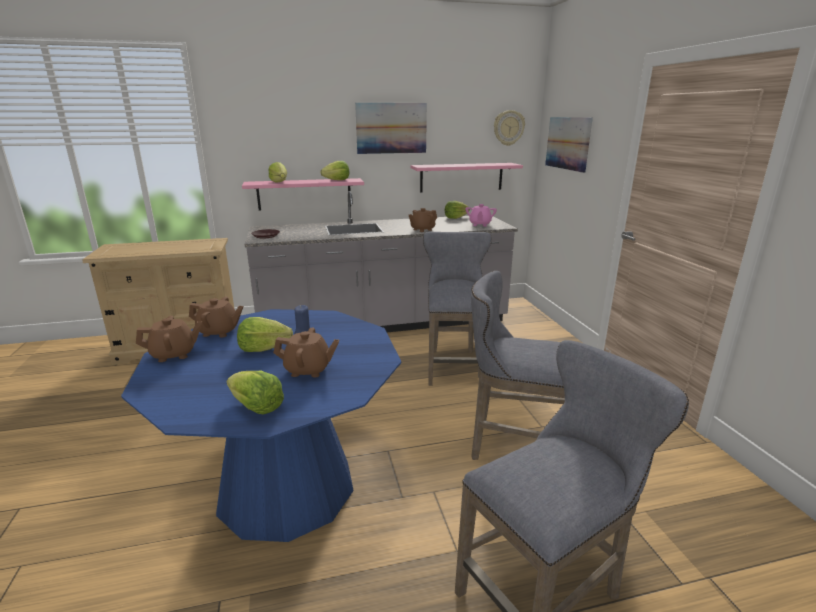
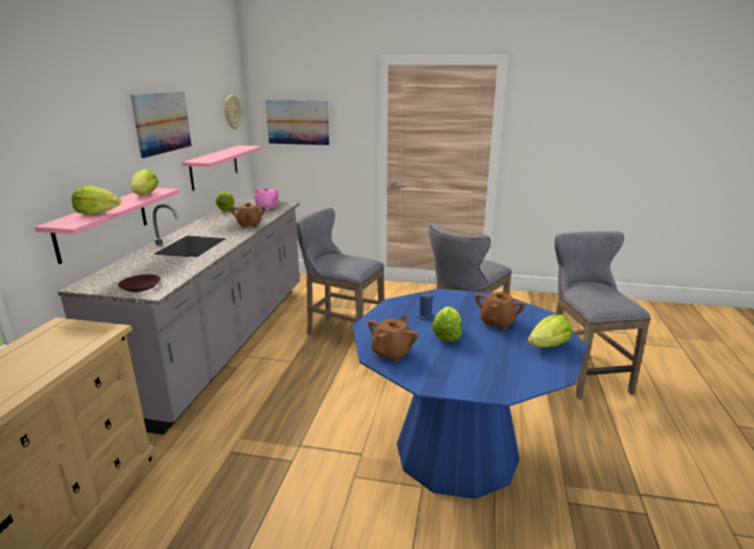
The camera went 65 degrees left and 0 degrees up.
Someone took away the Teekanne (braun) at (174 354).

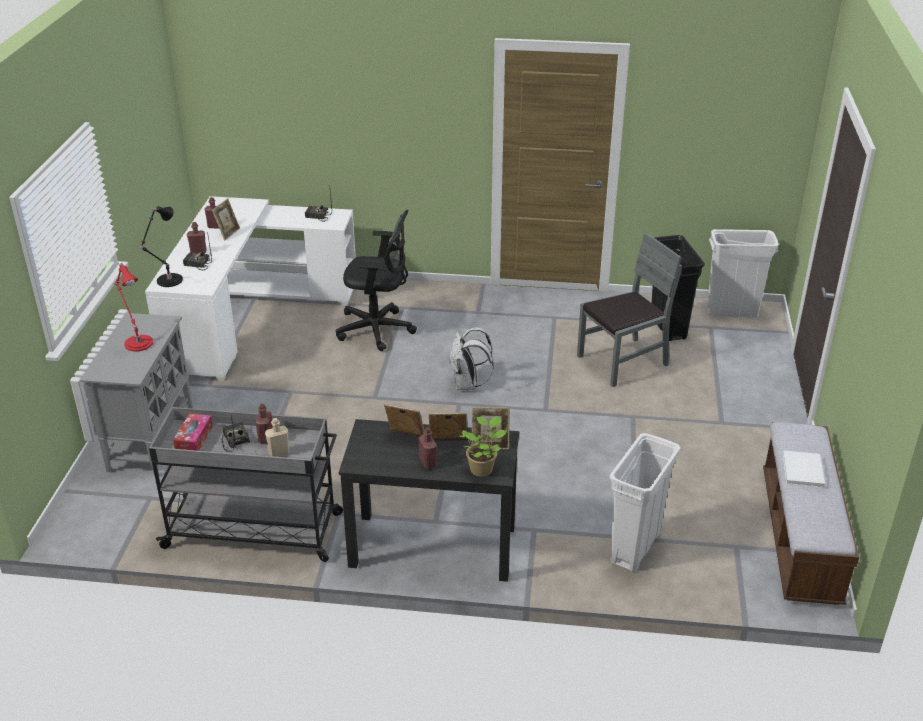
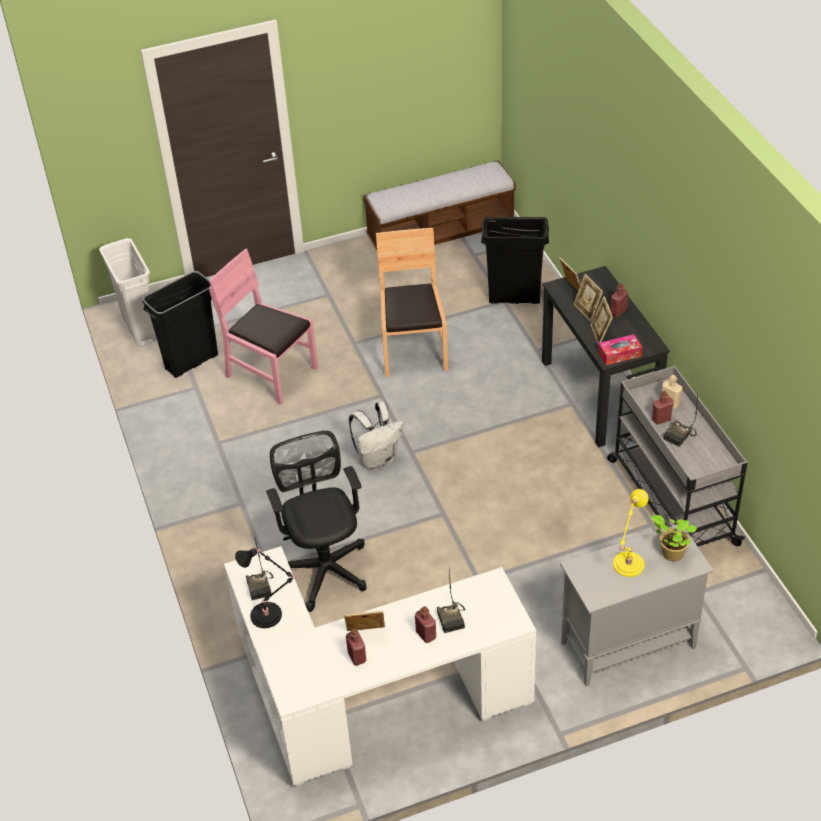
The camera went 115 degrees left and 10 degrees up.
Someone repainted the Tischlampe (rot) at (138 342), which became the Tischlampe (gelb) at (627 566).
Someone carried the Tischlampe (schwarz) from (168 281) to (269 615).
Someone carried the Taschentuchbox from (194 439) to (619 354).
Someone carried the Topfpflanze from (482 469) to (671 553).
Someone repainted the Stuhl (grau) at (623 361), which became the Stuhl (rosa) at (271 373).
Someone repainted the Mülleimer (weiß) at (634 548), which became the Mülleimer (schwarz) at (514 297).
Someone took away the Buch (weiß) at (804 469).
Someone put down the Stuhl (braun) at (413 350).

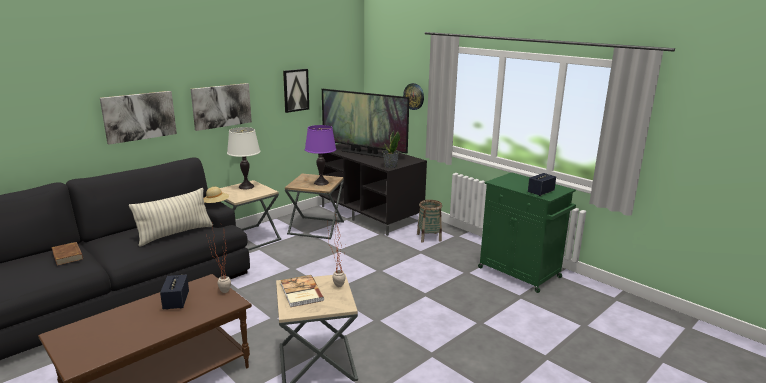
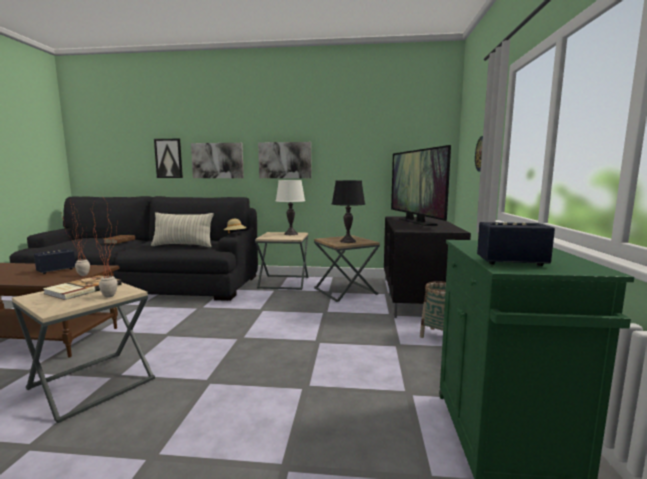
The camera went 50 degrees right and 10 degrees down.
Someone carried the Bild from (295 90) to (169 158).
Someone repainted the Tischlampe (lila) at (321 183), which became the Tischlampe (schwarz) at (348 241).
Someone took away the Topfpflanze at (390 166).

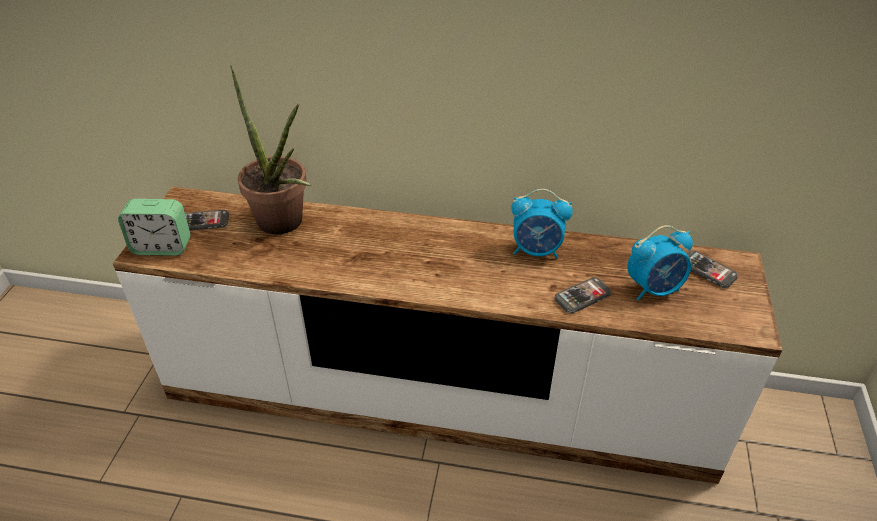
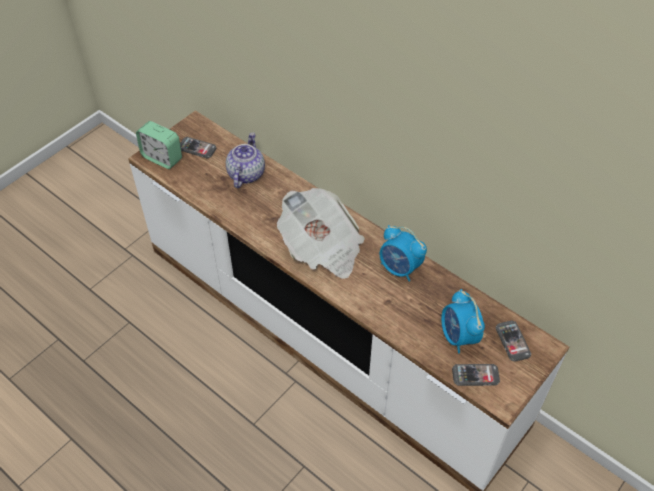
The camera went 30 degrees right and 10 degrees up.
Someone swapped the Topfpflanze at (285 226) for the Teekanne at (245 174).
Someone carried the Handy from (582 296) to (475 375).
Someone rotated the Wecker at (654 289) by 60 degrees clockwise.
Someone put down the Zeitung at (322 248).

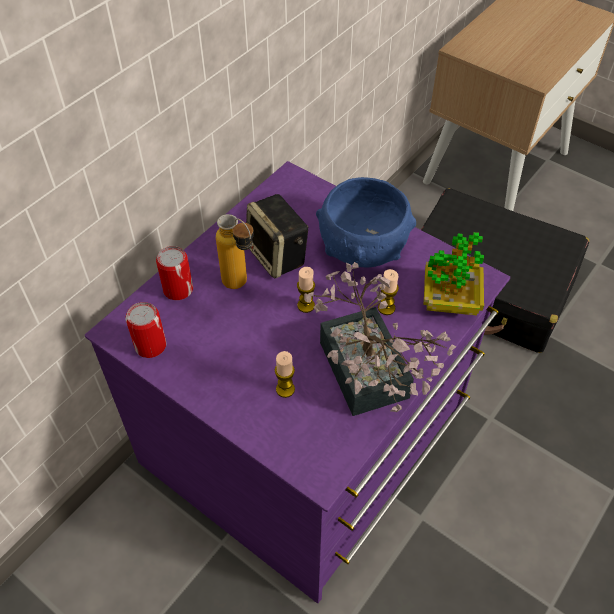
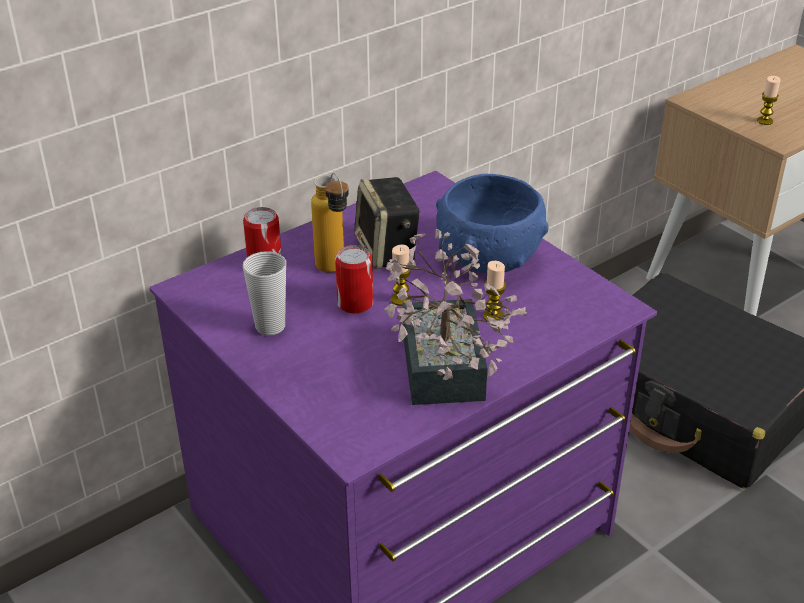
The camera went 15 degrees right and 15 degrees down.
Someone carried the Dose from (150 345) to (355 304).
Someone carried the Kerze from (285 389) to (764 121).
Someone took away the Topfpflanze at (450 301).
Someone put down the Tasse at (270 326).

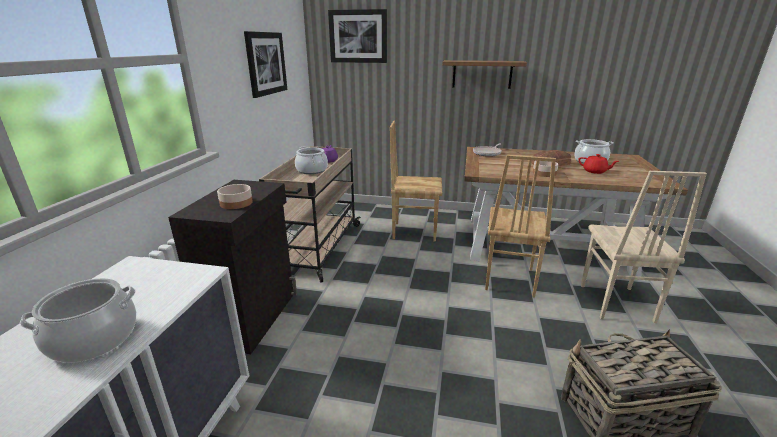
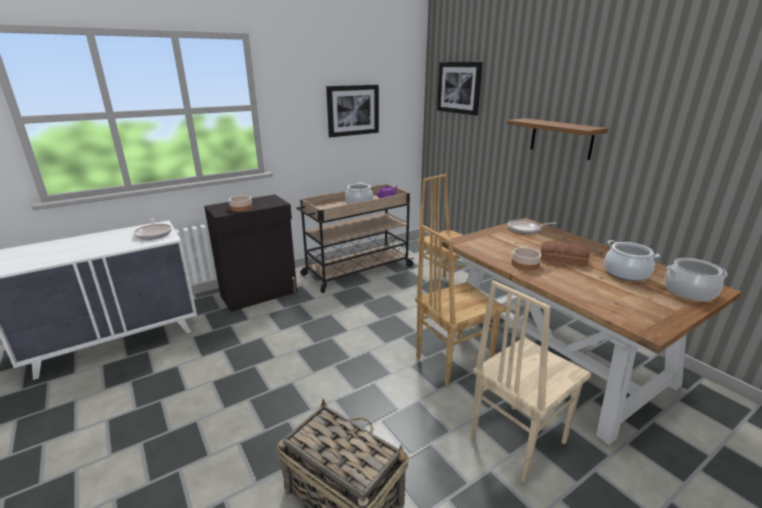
The camera went 45 degrees right and 0 degrees up.
Someone carried the Kochtopf from (94 339) to (689 292).
Someone took away the Teekanne (rot) at (595 171).
Someone put down the Pfanne at (154 233).

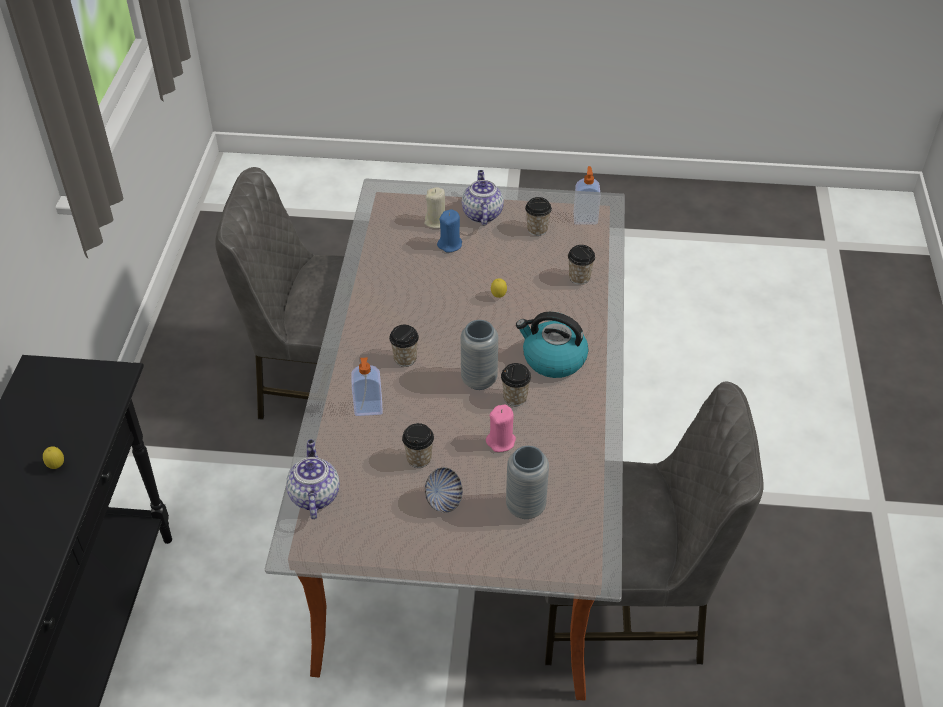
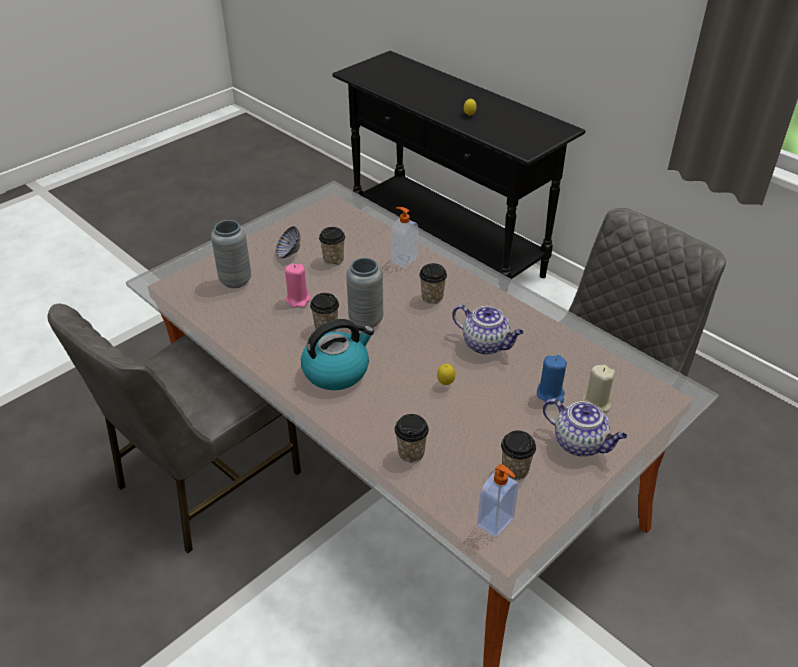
The camera went 130 degrees right and 5 degrees down.
Someone carried the Teekanne from (314 495) to (486 344).

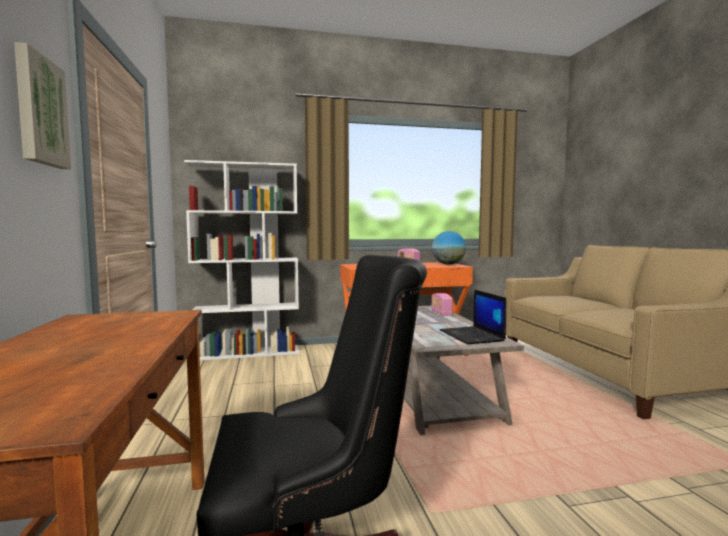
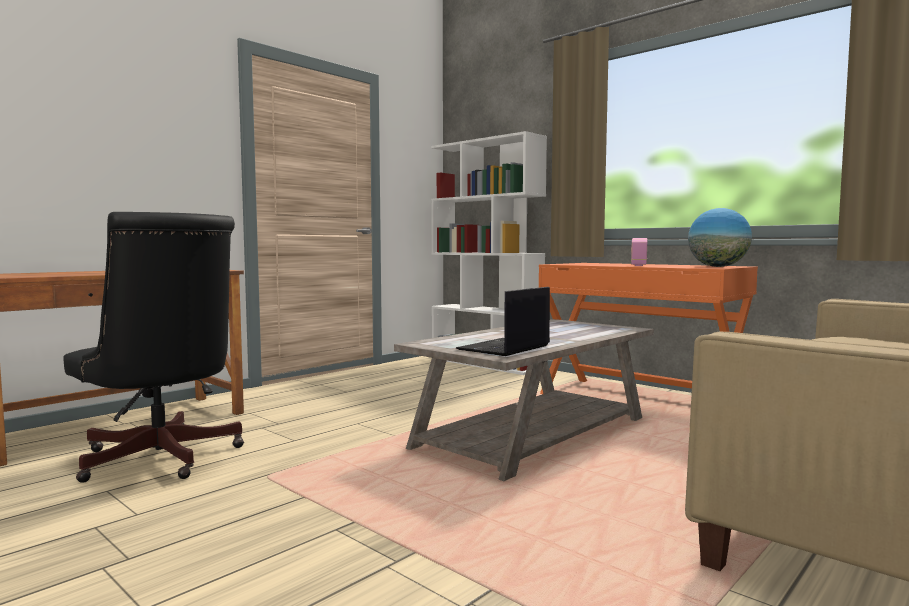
The camera went 55 degrees right and 0 degrees up.
Someone took away the Bild at (39 111).
Someone took away the Radio at (441 313).

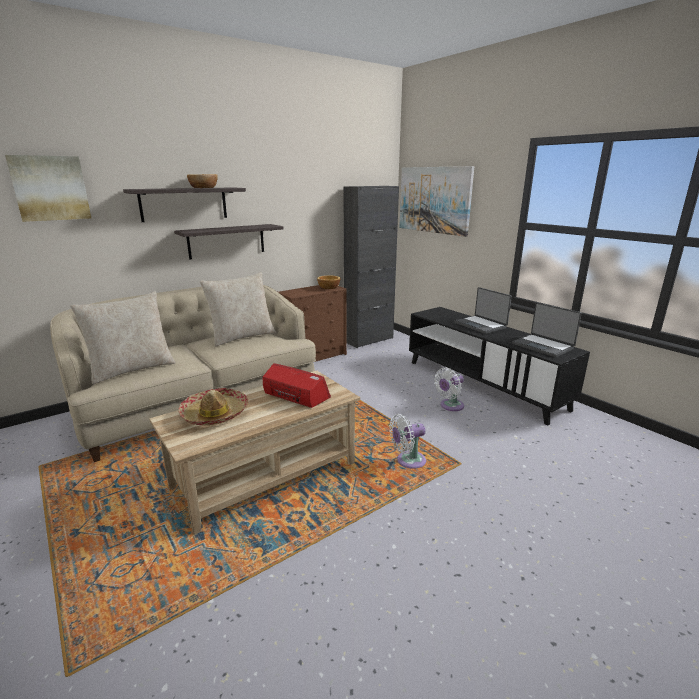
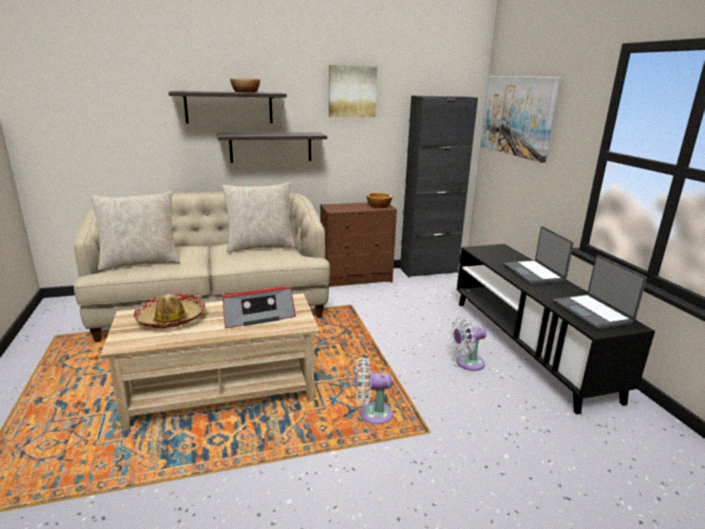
The camera went 20 degrees right and 0 degrees up.
Someone carried the Bild from (50 188) to (352 91).
Someone rotated the Radio at (295 396) by 105 degrees clockwise.

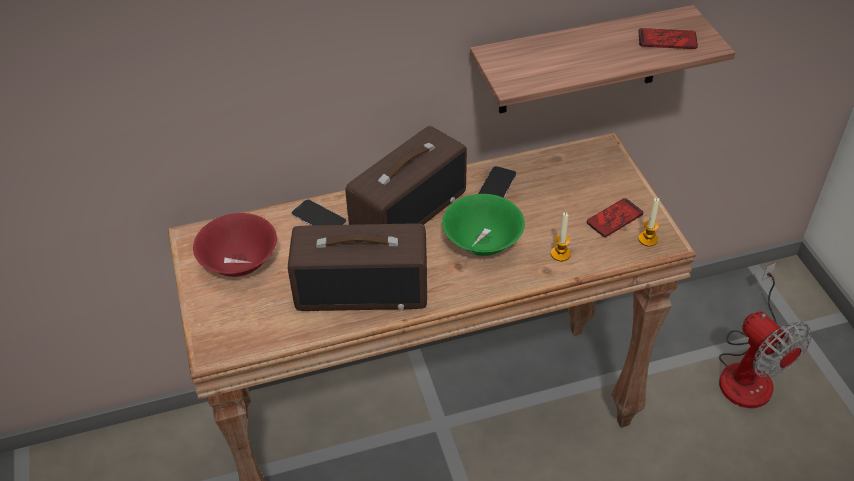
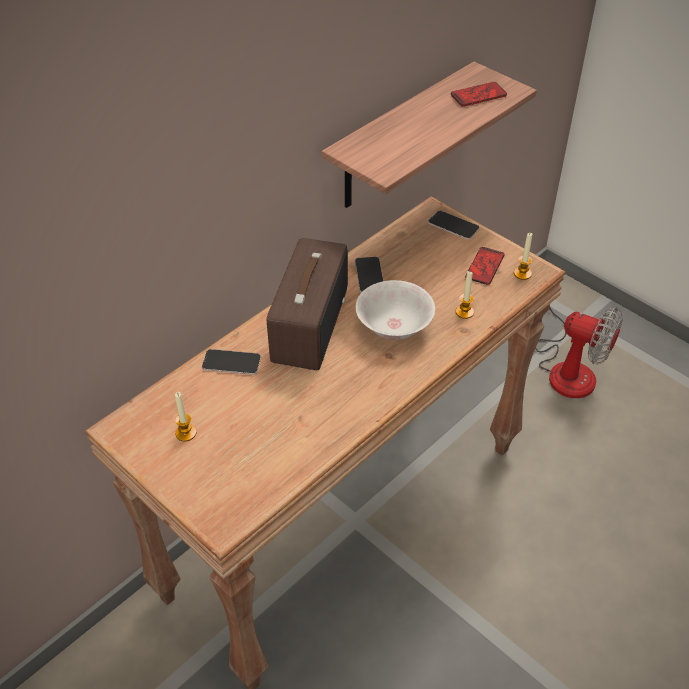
The camera went 30 degrees left and 0 degrees up.
Someone swapped the Schüssel (rot) at (239 262) for the Kerze at (186 433).
Someone took away the Radio at (363 289).
Someone repainted the Schüssel (grün) at (483 242), which became the Schüssel (weiß) at (394 327).
Someone put down the Handy at (453 225).

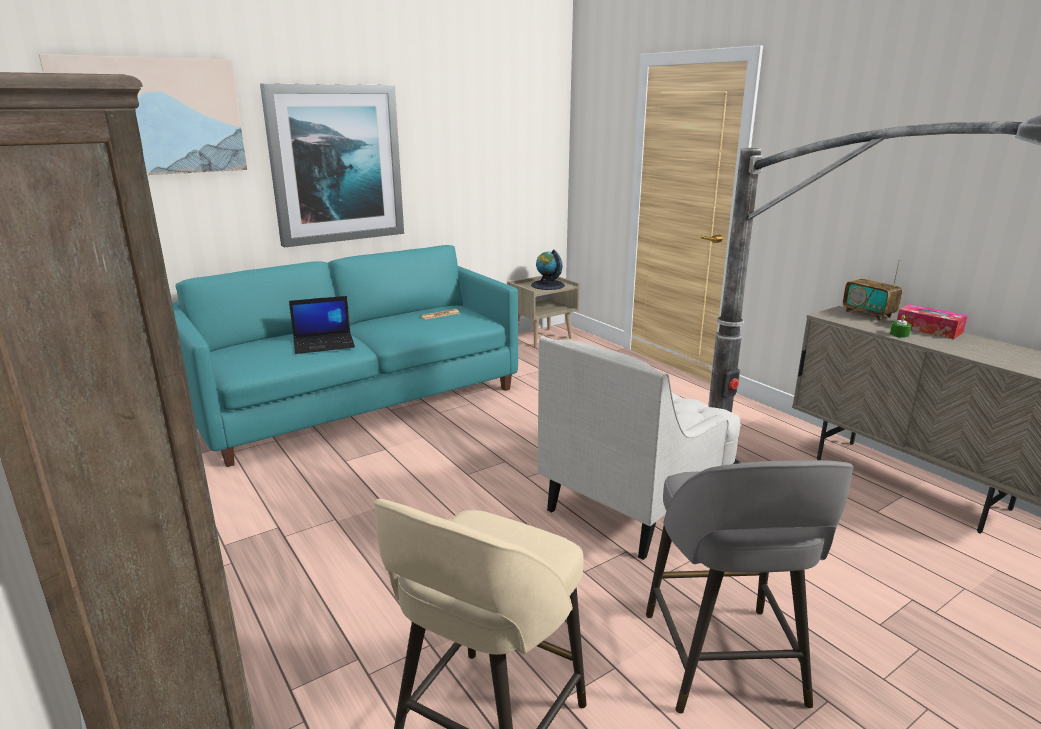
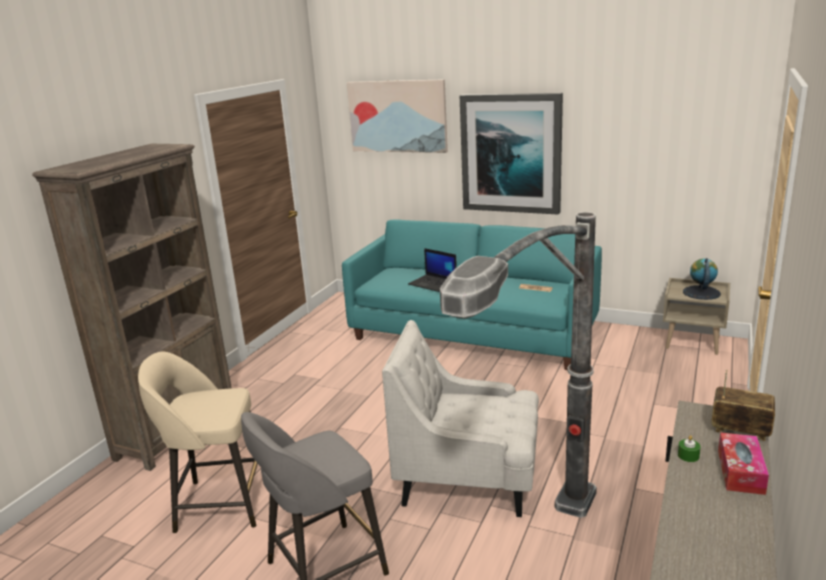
The camera went 60 degrees right and 0 degrees up.
Someone rotated the Radio at (868 314) by 90 degrees clockwise.

